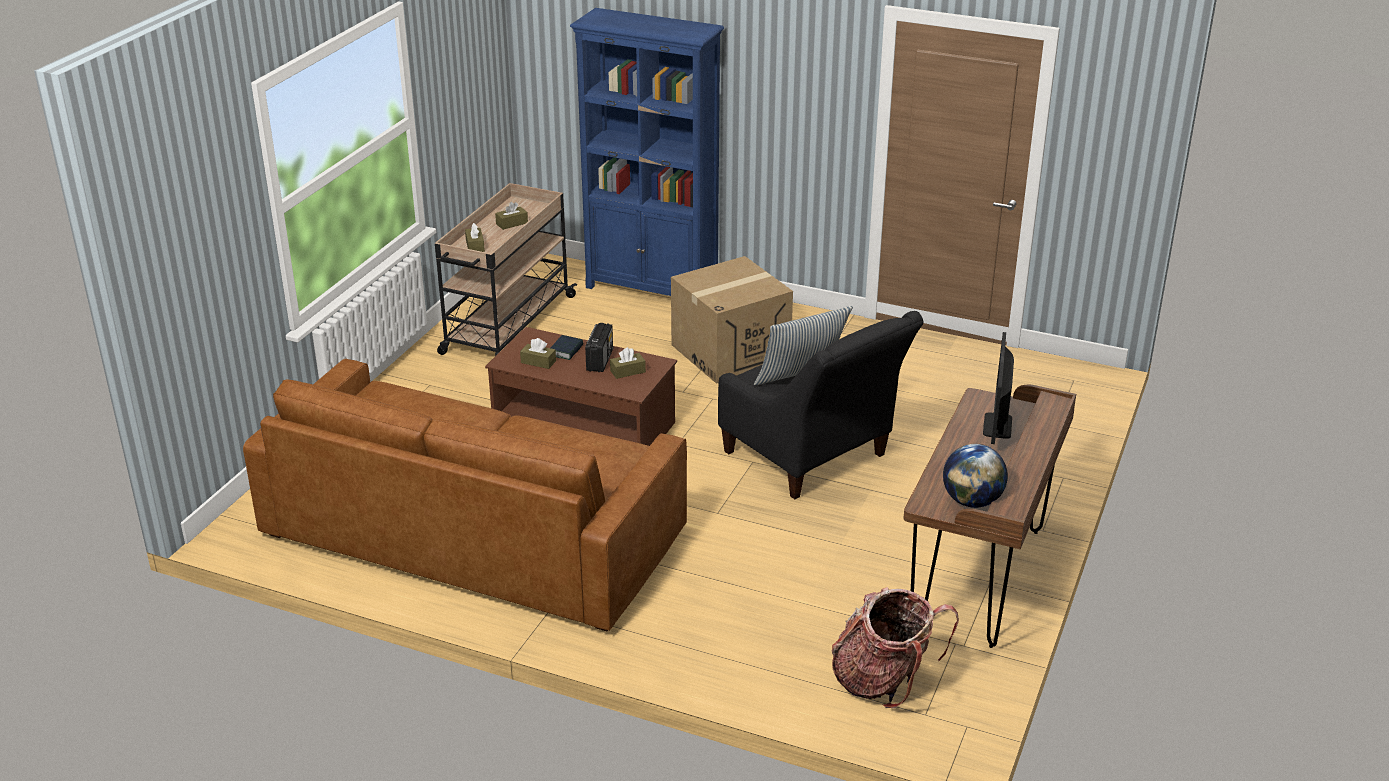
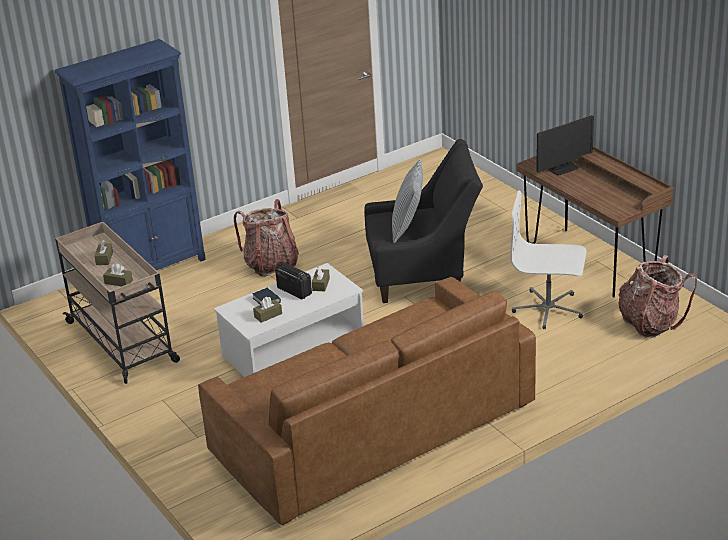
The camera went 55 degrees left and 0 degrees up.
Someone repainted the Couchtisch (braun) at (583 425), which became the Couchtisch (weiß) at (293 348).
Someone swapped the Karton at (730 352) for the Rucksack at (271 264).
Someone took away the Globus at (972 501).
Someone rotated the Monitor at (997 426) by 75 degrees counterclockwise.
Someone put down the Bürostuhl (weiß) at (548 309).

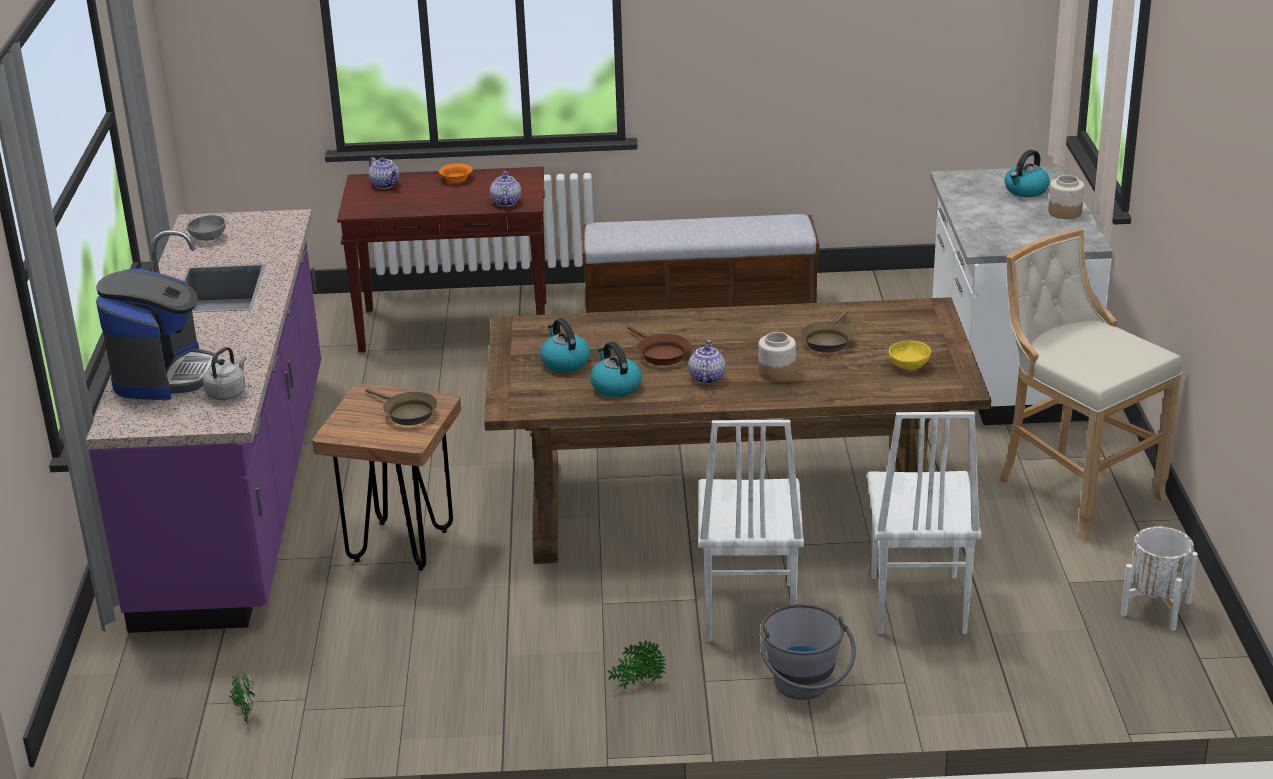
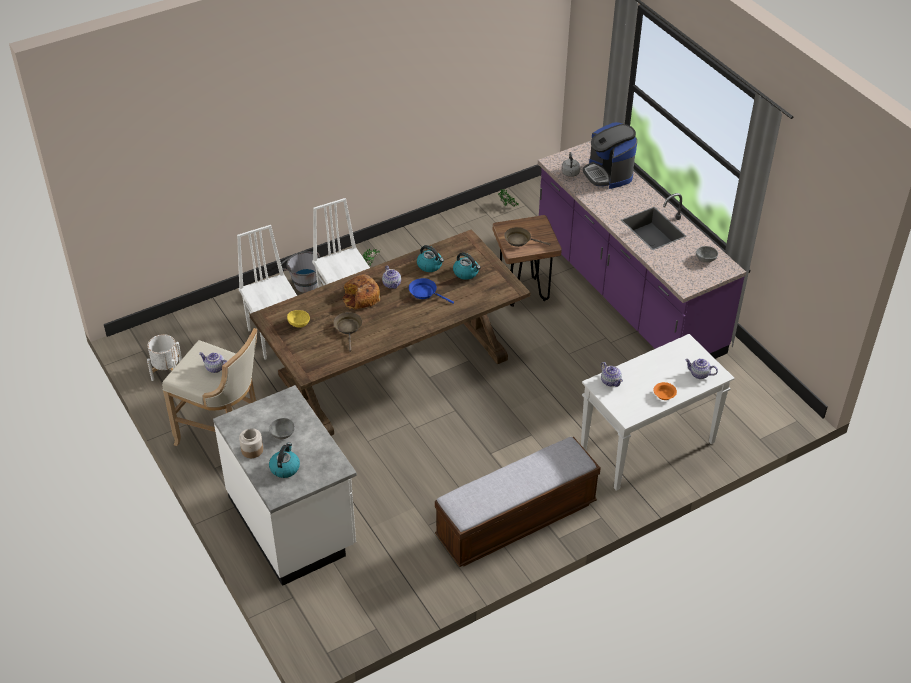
The camera went 150 degrees right and 15 degrees up.
Someone repainted the Konsolentisch (braun) at (456 326), which became the Konsolentisch (weiß) at (647 447).
Someone repainted the Pfanne (braun) at (660 354), which became the Pfanne (blau) at (425 293).
Someone swapped the Vorratsglas at (776 373) for the Brot at (361 298).
Someone put down the Teekanne at (215 368).
Someone put down the Schüssel (grau) at (283 434).

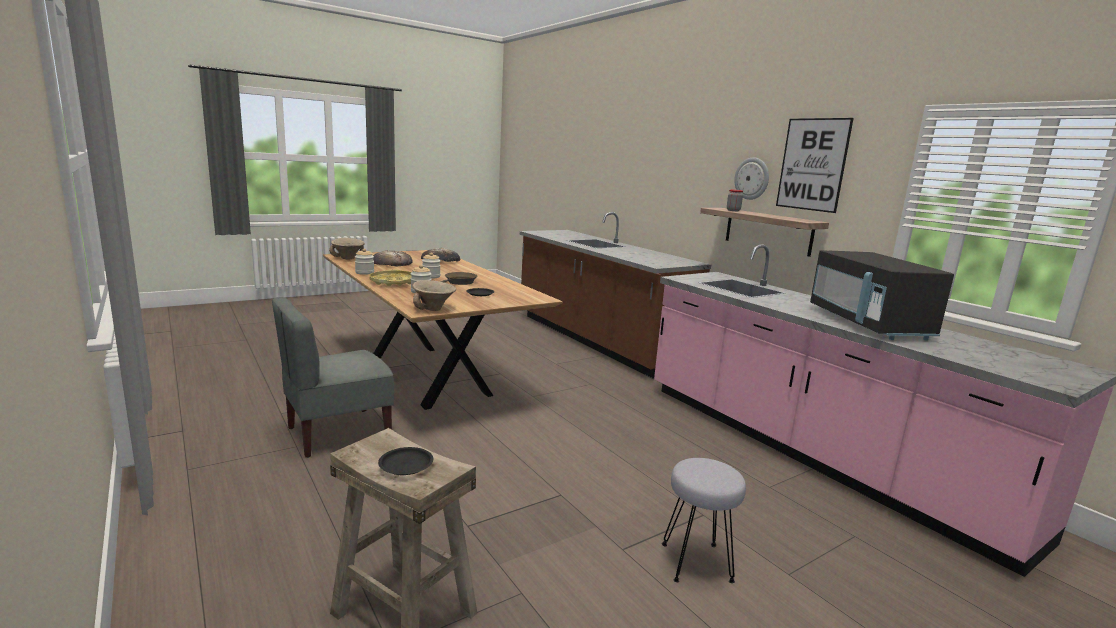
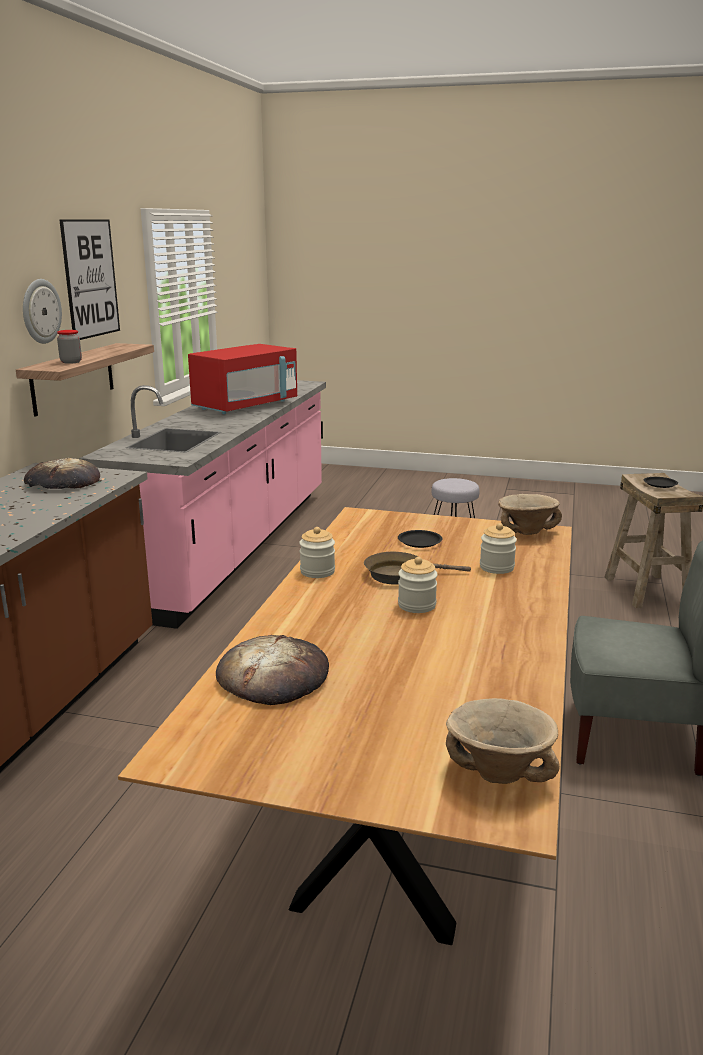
The camera went 130 degrees left and 5 degrees up.
Someone carried the Vorratsglas from (364 273) to (317 571).
Someone took away the Tablett (gelb) at (394 282).
Someone carried the Brot from (391 263) to (62 482).
Someone repainted the Mikrowelle (schwarz) at (868 324), which became the Mikrowelle (rot) at (246 406).

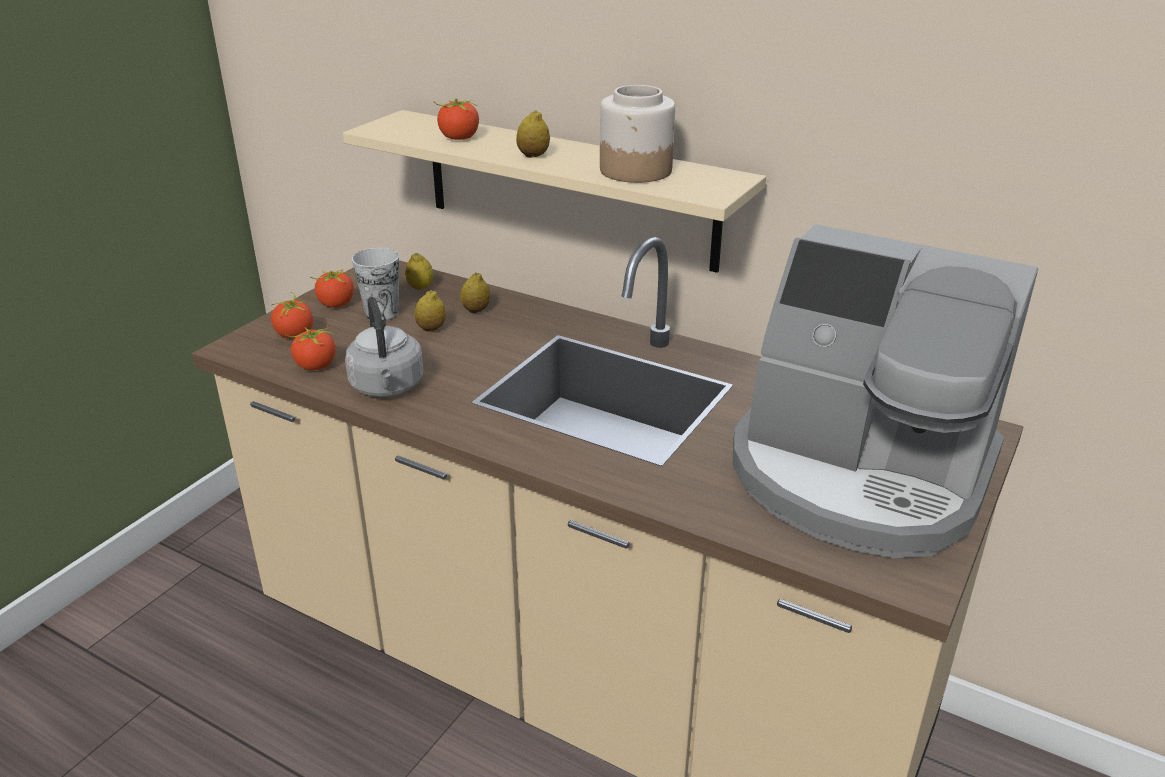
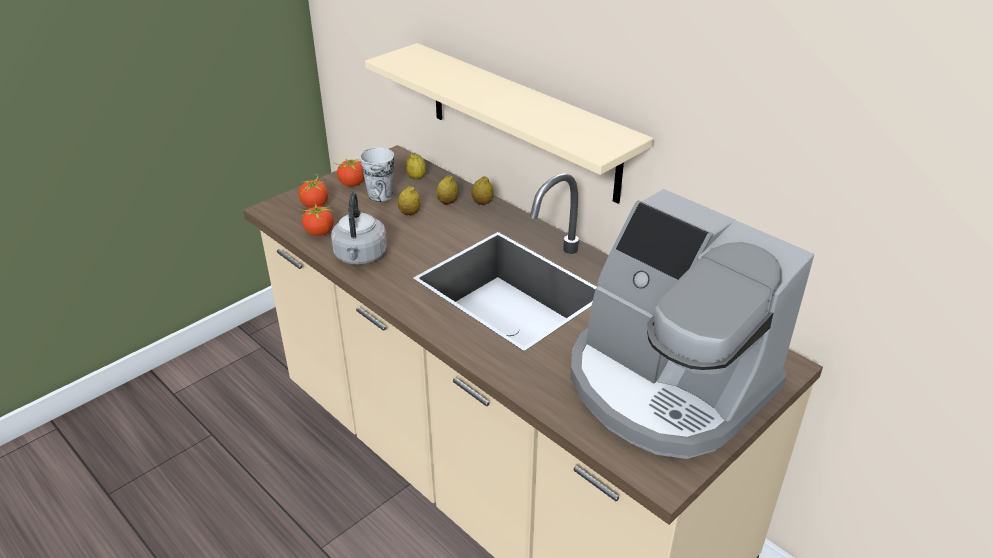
The camera went 15 degrees right and 5 degrees up.
Someone took away the Tomate at (459 138).
Someone carried the Zitrone from (533 156) to (482 203).
Someone took away the Vorratsglas at (636 170).

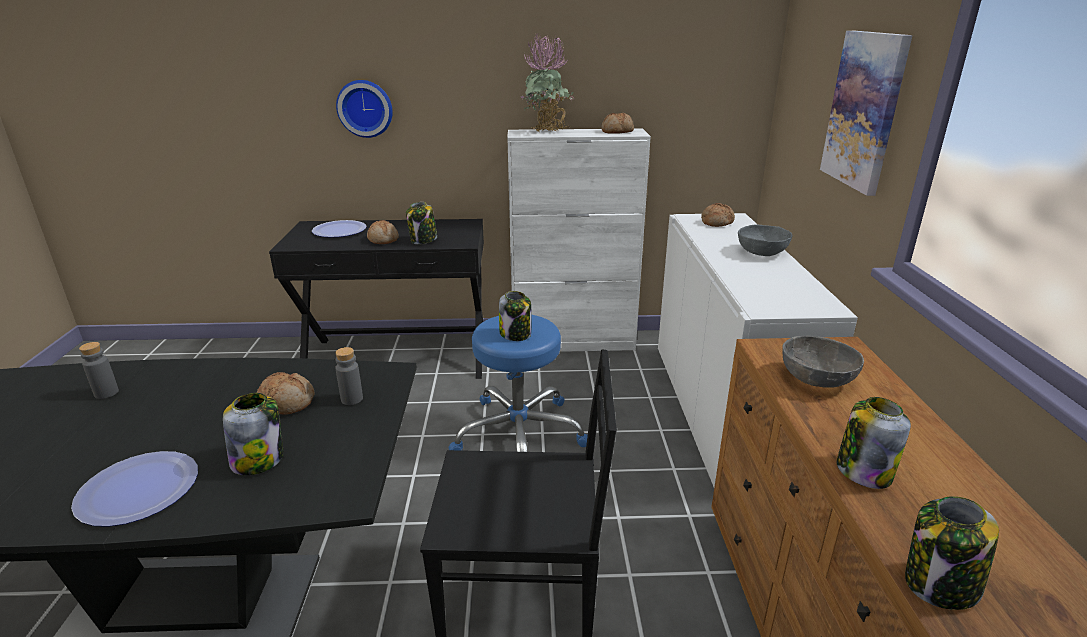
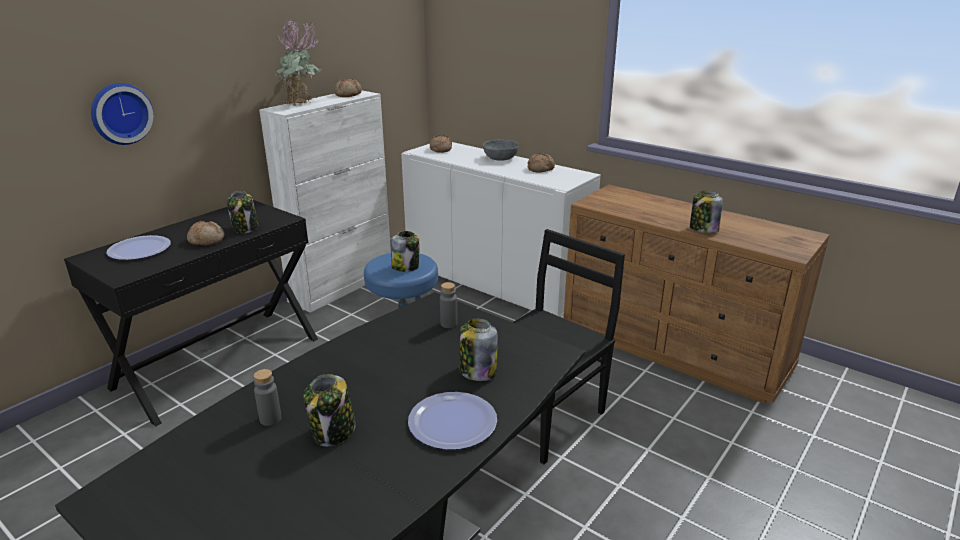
The camera went 50 degrees left and 0 degrees up.
Someone carried the Brot from (287 402) to (540 169).
Someone took away the Schüssel (grau) at (817 379).
Someone took away the Bild at (864 110).
Someone carried the Vorratsglas from (940 585) to (333 432).

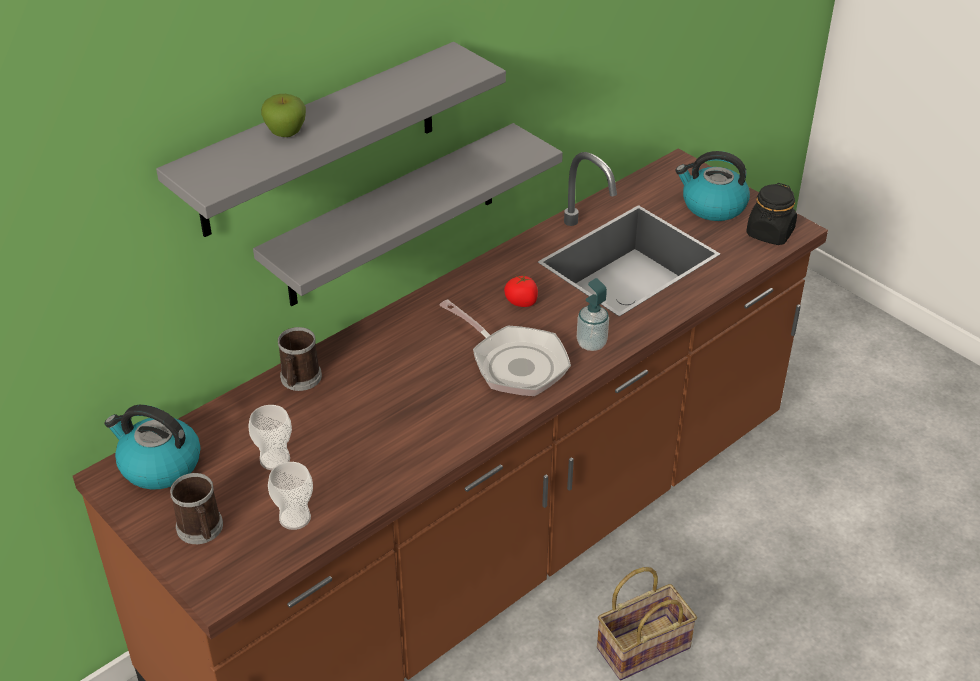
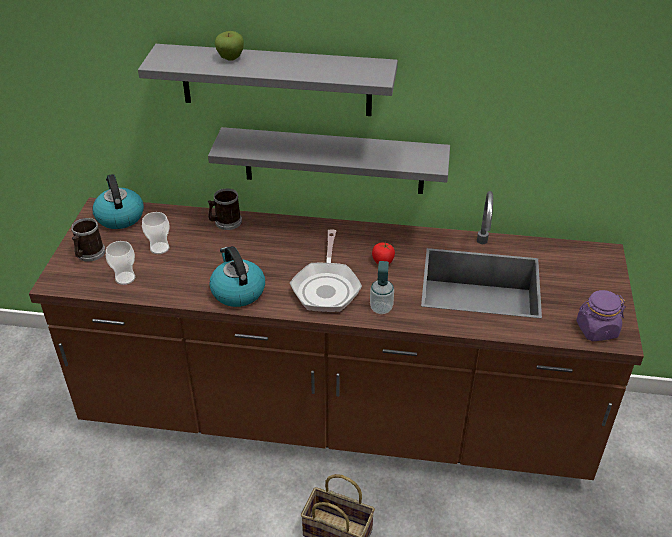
The camera went 50 degrees right and 0 degrees up.
Someone carried the Wasserkessel from (712 206) to (237 291).
Someone repainted the Vorratsglas (schwarz) at (770 233), which became the Vorratsglas (lila) at (596 330).

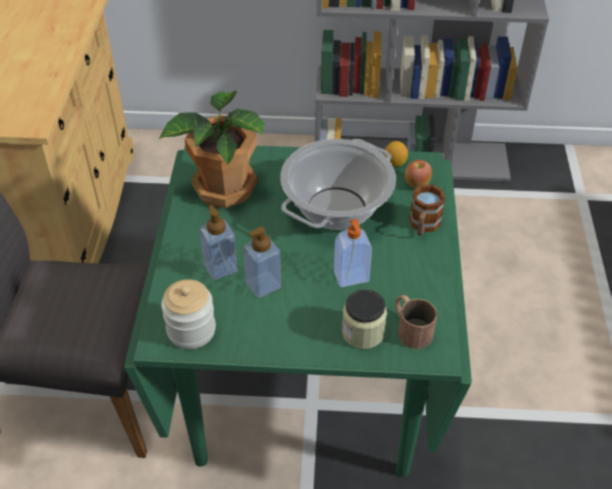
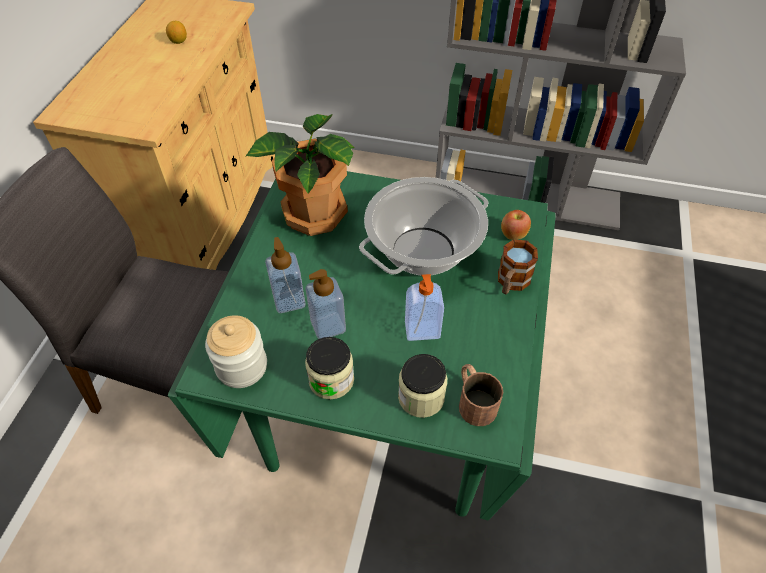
The camera went 10 degrees right and 5 degrees up.
Someone carried the Zitrone from (394 163) to (178 41).
Someone put down the Vorratsglas at (331 380).

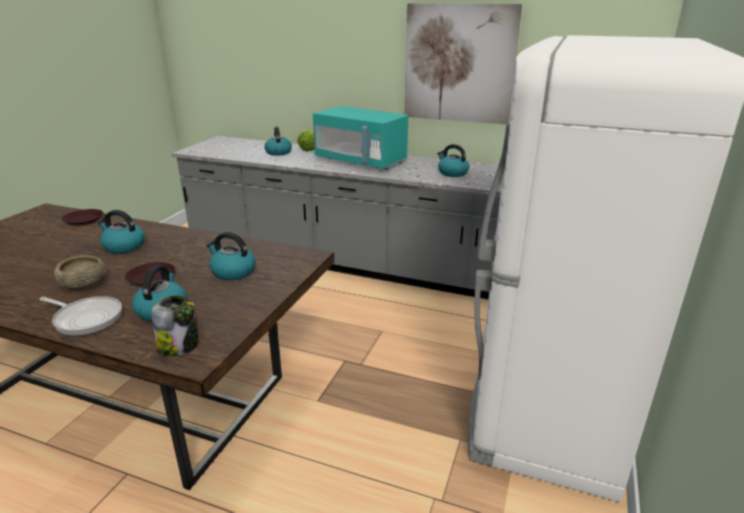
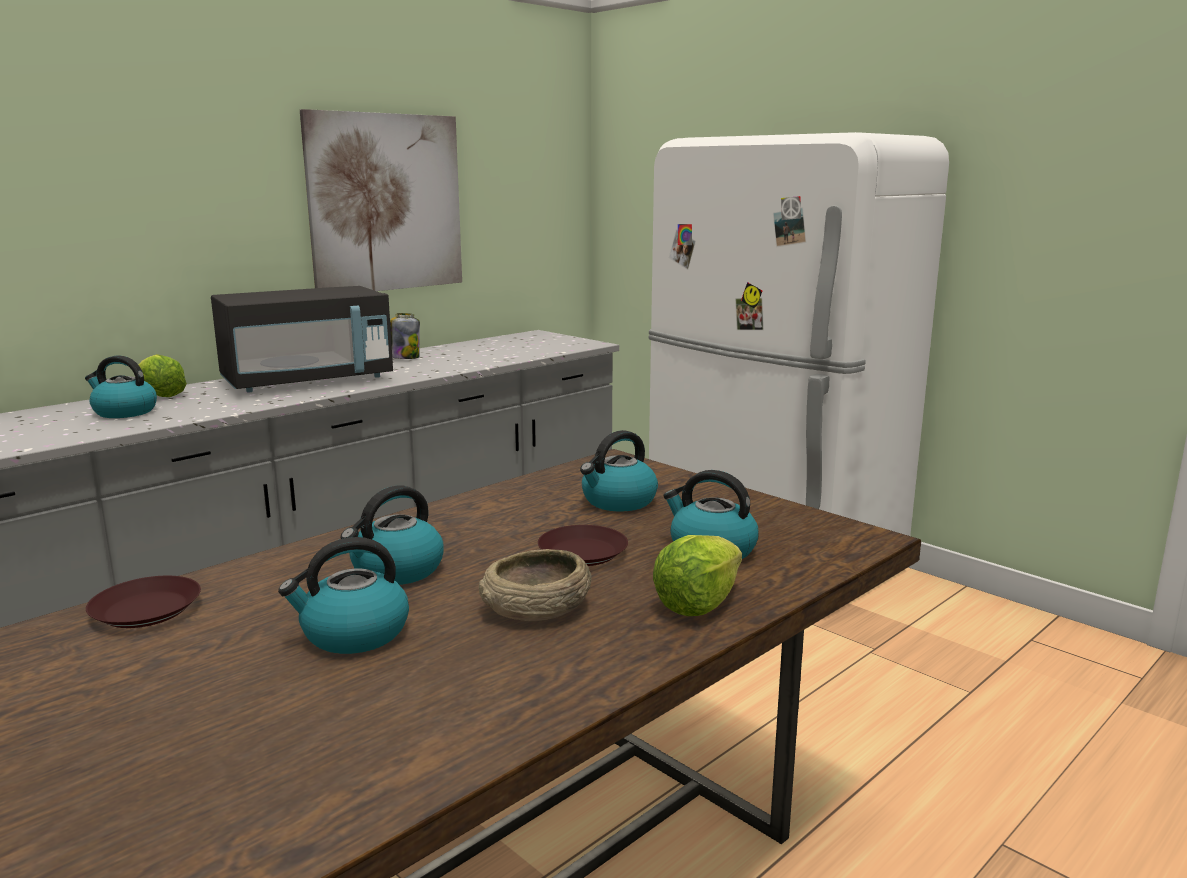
The camera went 65 degrees left and 10 degrees down.
Someone swapped the Pfanne at (86 318) for the Salatkopf at (698 603).
Someone carried the Vorratsglas from (179 346) to (404 357).
Someone repainted the Mikrowelle (türkis) at (361 161), which became the Mikrowelle (schwarz) at (308 381).
Someone carried the Wasserkessel from (452 173) to (353 634).

